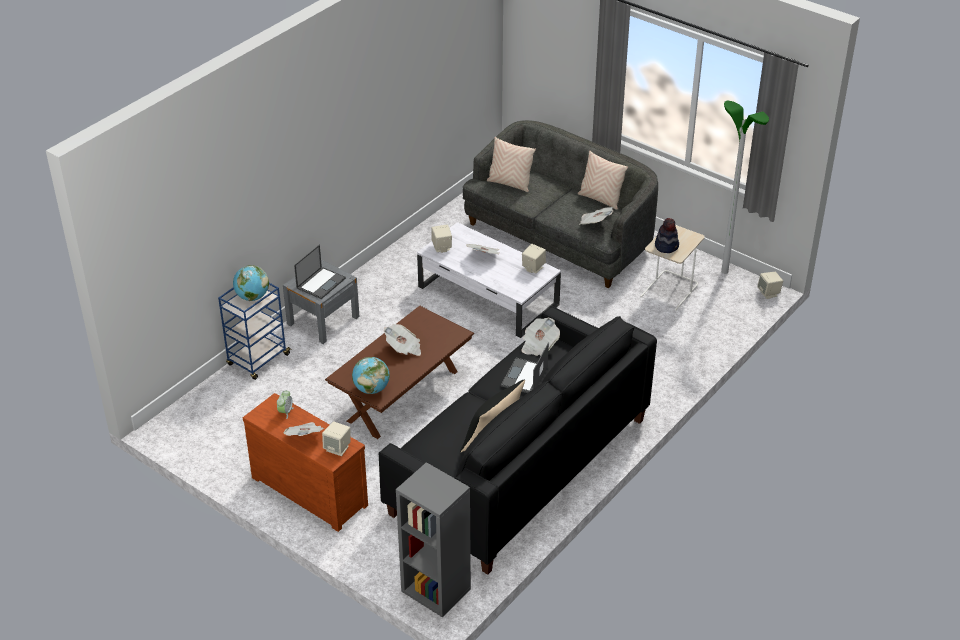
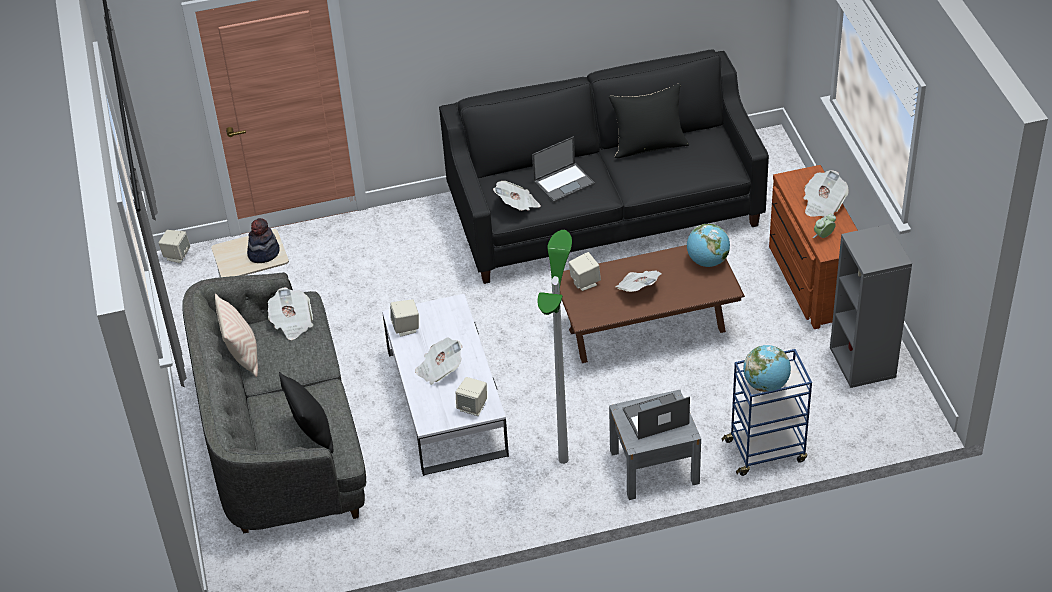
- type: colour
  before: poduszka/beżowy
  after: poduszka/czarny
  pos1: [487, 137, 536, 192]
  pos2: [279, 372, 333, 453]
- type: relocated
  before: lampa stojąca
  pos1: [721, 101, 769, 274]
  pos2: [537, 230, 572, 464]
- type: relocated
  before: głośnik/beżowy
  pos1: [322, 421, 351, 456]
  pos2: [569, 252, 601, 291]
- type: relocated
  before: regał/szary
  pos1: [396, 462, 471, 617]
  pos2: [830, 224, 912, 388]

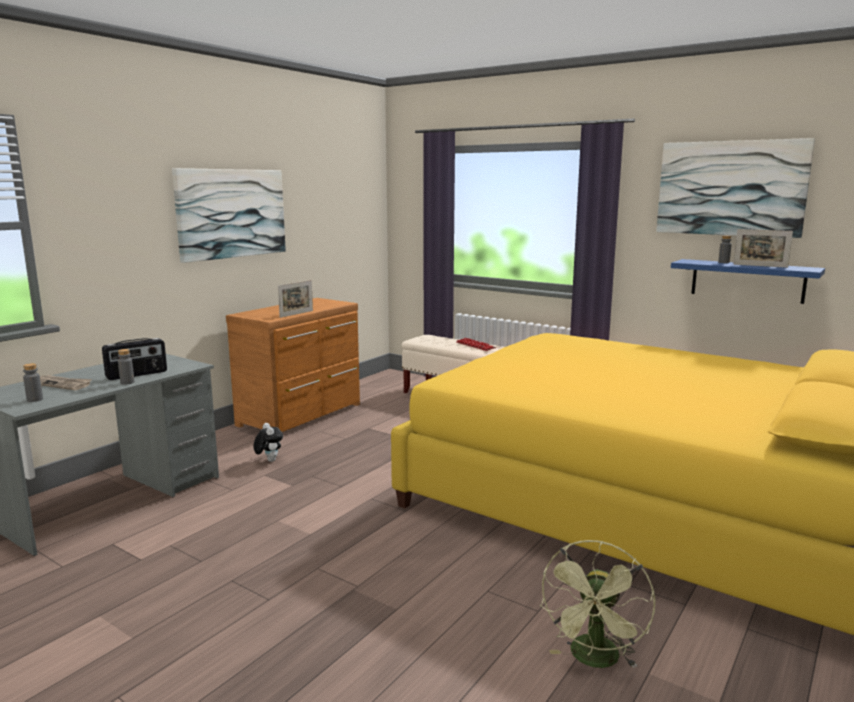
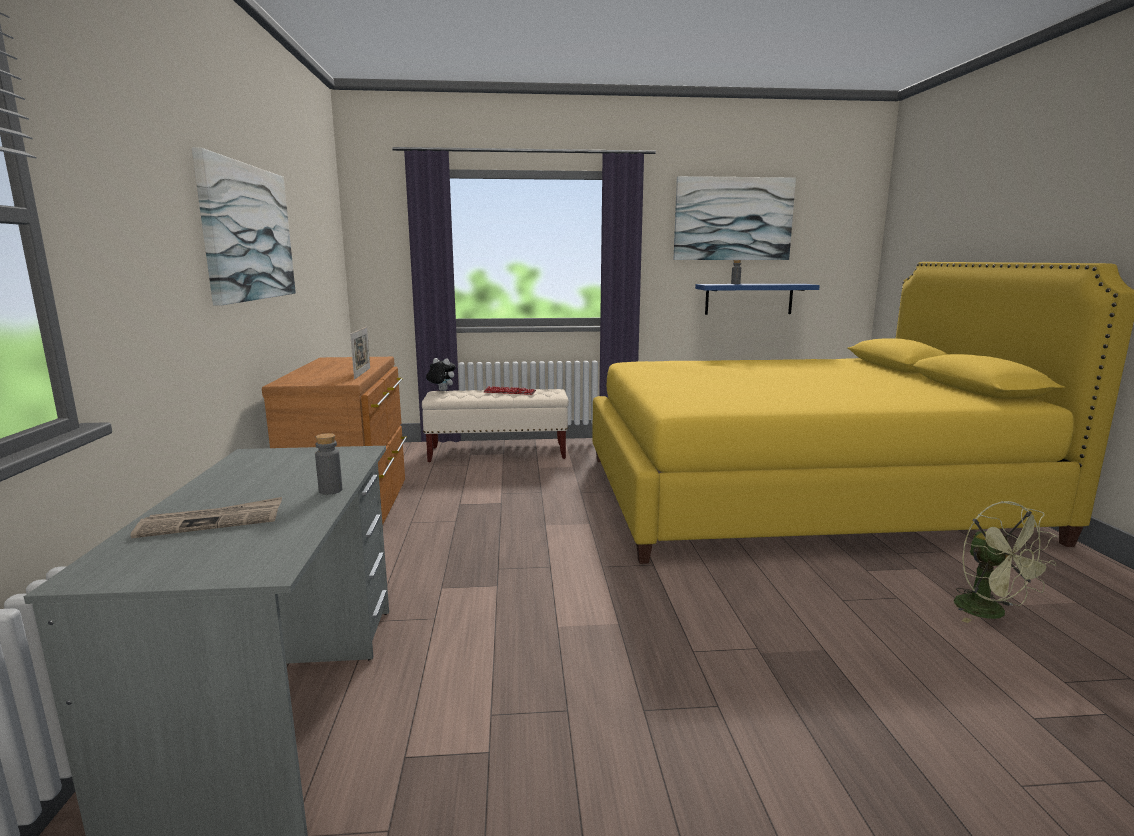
- type: relocated
  before: pluszak
  pos1: [253, 423, 283, 462]
  pos2: [426, 358, 456, 391]
- type: missing
  before: butelka/szary
  pos1: [23, 363, 43, 402]
- type: missing
  before: radio
  pos1: [102, 338, 167, 380]
- type: missing
  before: ramka na zdjęcie
  pos1: [733, 229, 793, 268]

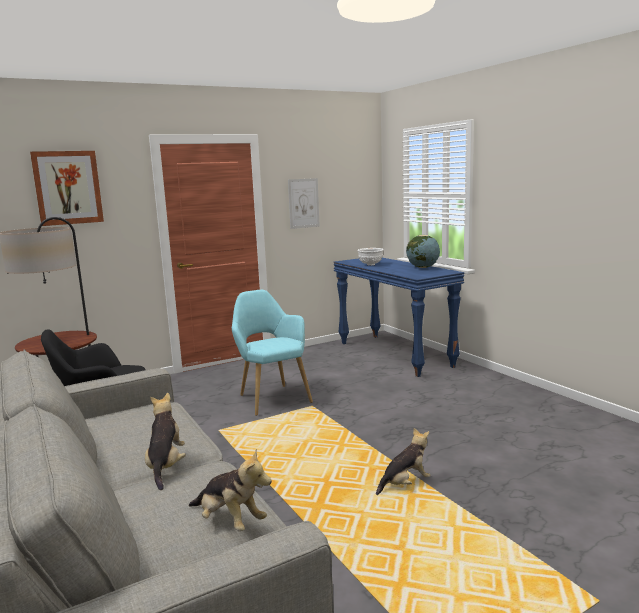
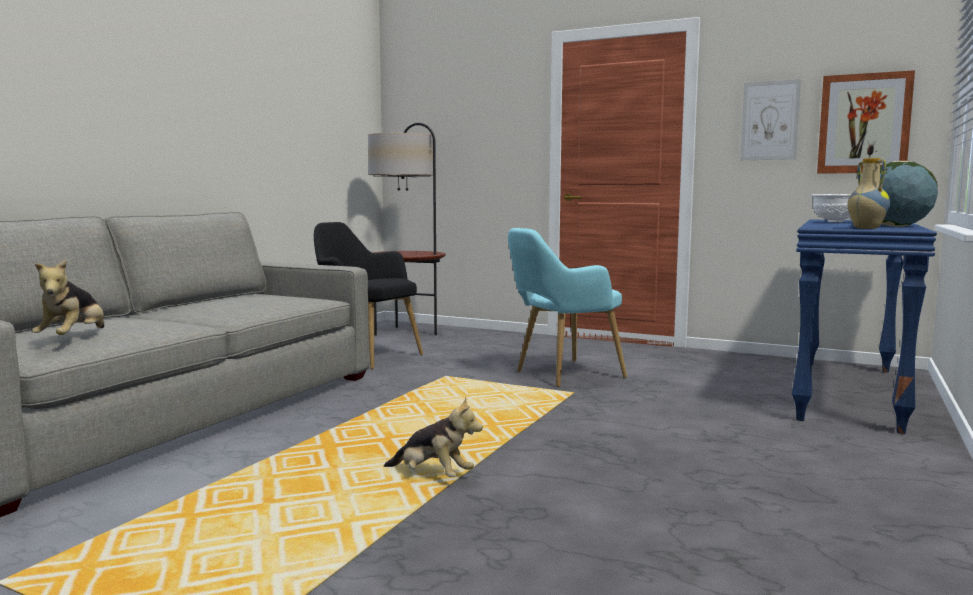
- type: spun
  before: fotel/turkusowy
  pos1: [232, 290, 313, 416]
  pos2: [508, 228, 627, 387]
  turn: -150
- type: relocated
  before: obraz
  pos1: [30, 151, 104, 226]
  pos2: [817, 70, 915, 174]
- type: appeared
  after: wazon
  pos2: [847, 158, 890, 229]
- type: missing
  before: pluszak
  pos1: [145, 393, 186, 490]

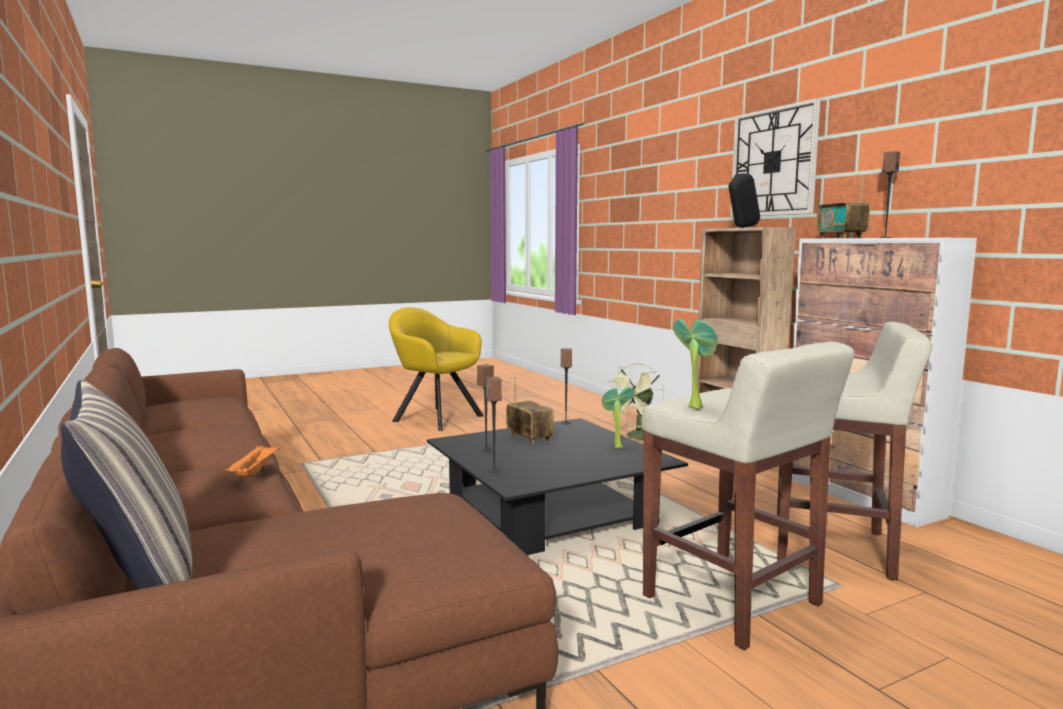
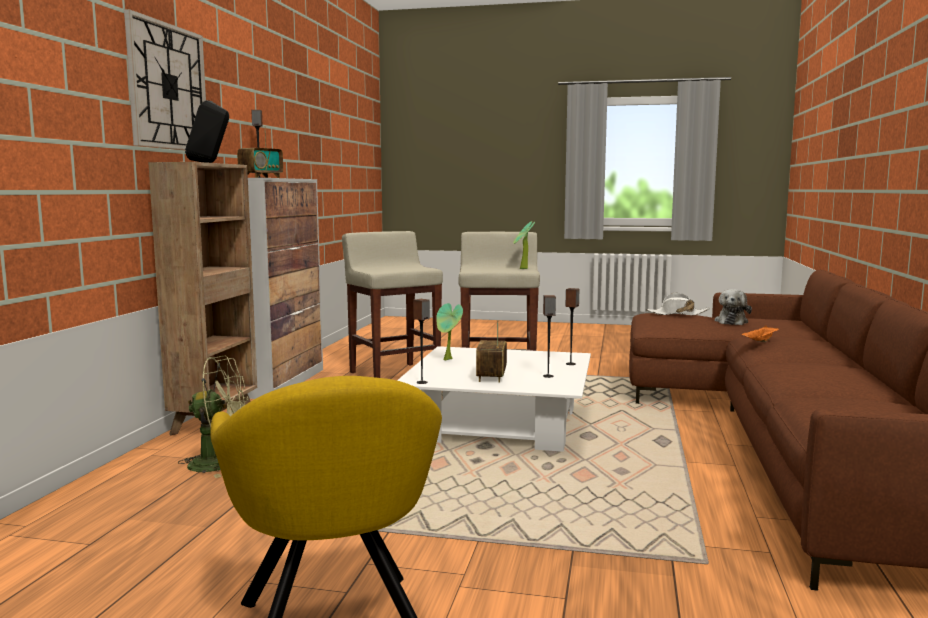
- type: colour
  before: ława/czarny
  after: ława/biały
  pos1: [427, 418, 688, 555]
  pos2: [397, 346, 591, 452]
- type: appeared
  after: kapelusz/biały
  pos2: [646, 293, 710, 316]
- type: appeared
  after: pluszak
  pos2: [715, 289, 752, 325]
- type: missing
  before: poduszka
  pos1: [61, 380, 192, 589]

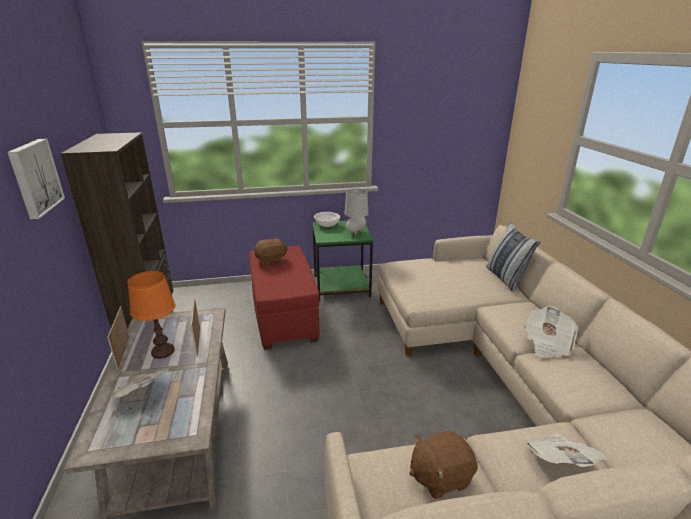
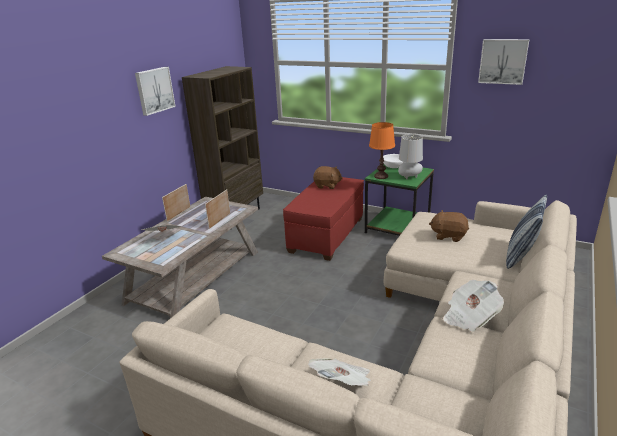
- type: relocated
  before: lampa stołowa/pomarańczowy
  pos1: [127, 271, 176, 359]
  pos2: [369, 122, 395, 179]
- type: relocated
  before: pluszak/brązowy
  pos1: [410, 430, 478, 499]
  pos2: [429, 210, 469, 242]
- type: appeared
  after: obraz
  pos2: [478, 39, 529, 85]

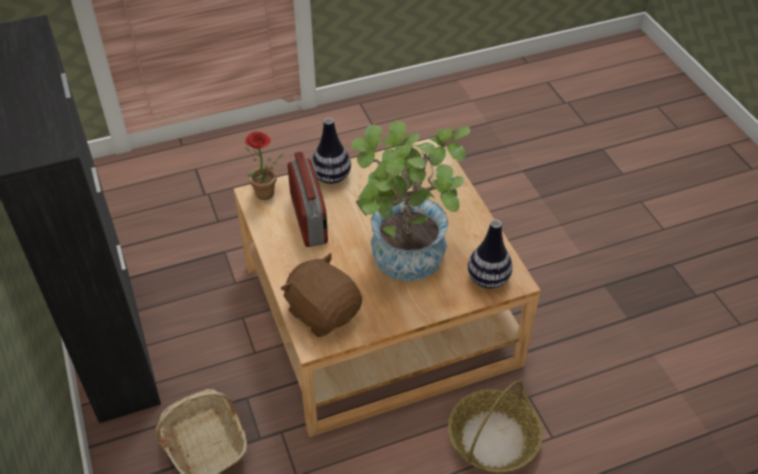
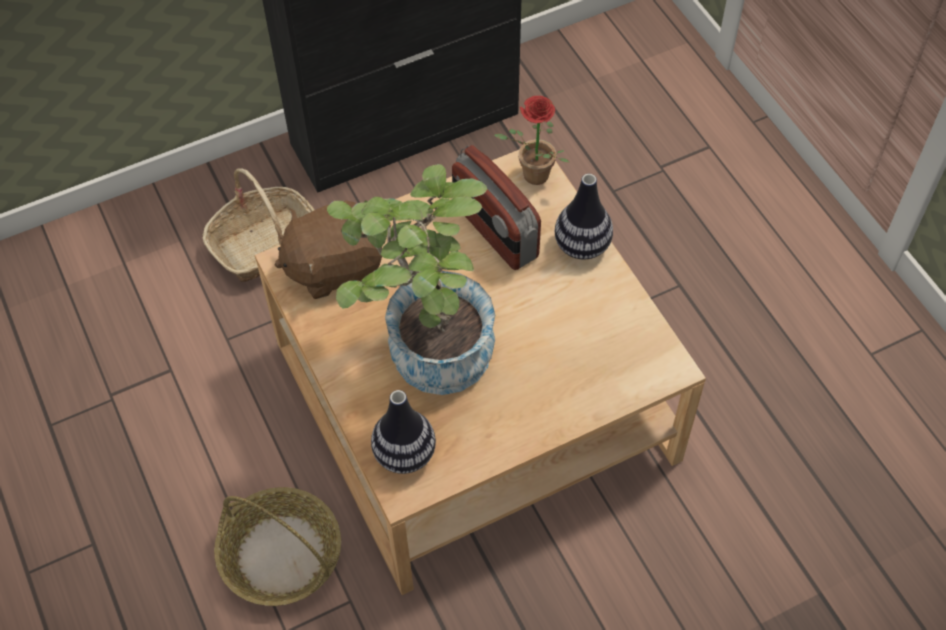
- type: spun
  before: pluszak/brązowy
  pos1: [281, 253, 362, 337]
  pos2: [275, 200, 382, 299]
  turn: -150
- type: spun
  before: radio
  pos1: [288, 151, 328, 247]
  pos2: [452, 145, 541, 270]
  turn: 75

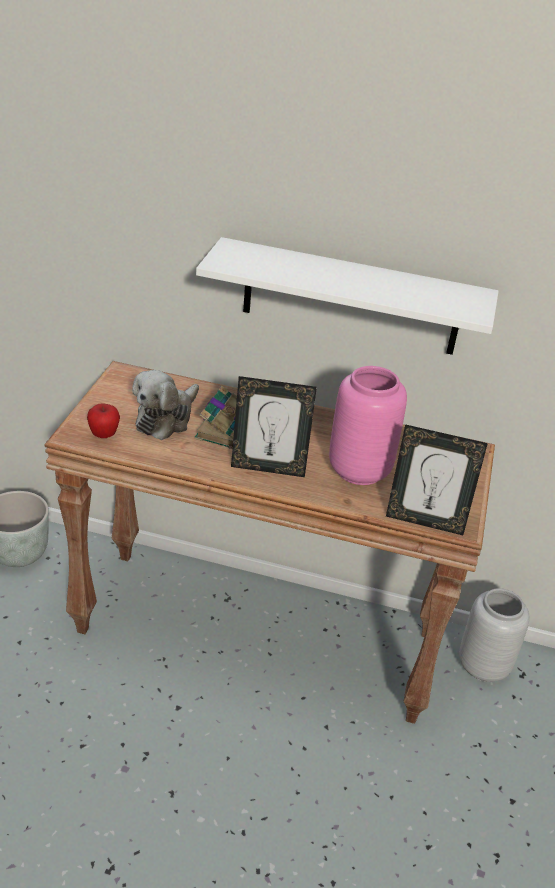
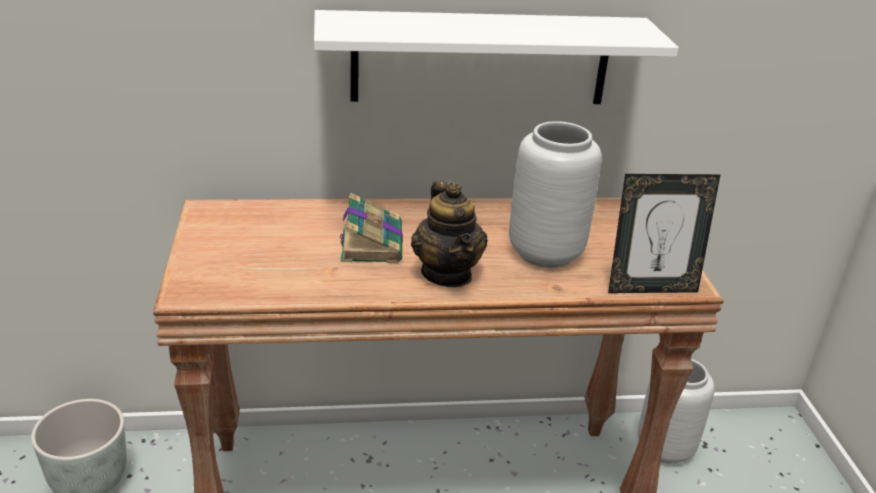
- type: exchanged
  before: ramka na zdjęcie
  after: imbryk
  pos1: [231, 376, 317, 477]
  pos2: [411, 180, 488, 287]
- type: colour
  before: wazon/różowy
  after: wazon/szary
  pos1: [329, 366, 407, 485]
  pos2: [509, 121, 601, 268]
- type: missing
  before: jabłko
  pos1: [87, 403, 120, 438]
- type: missing
  before: pluszak
  pos1: [132, 370, 199, 440]

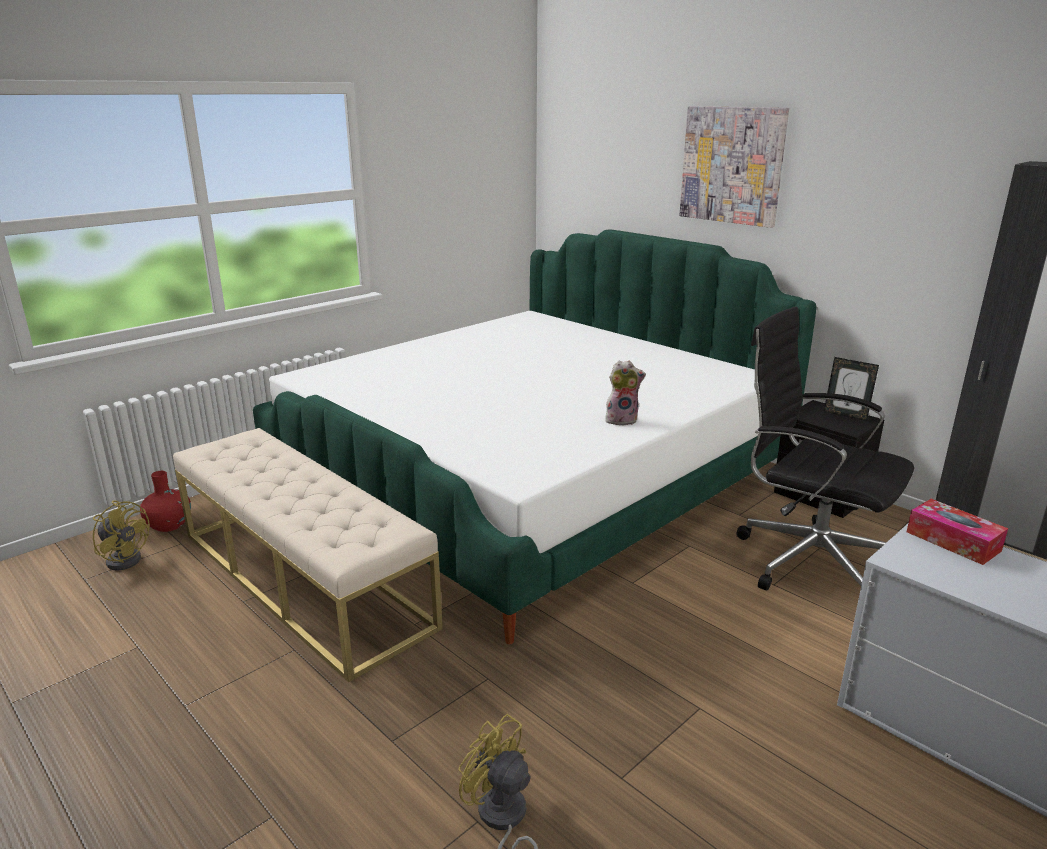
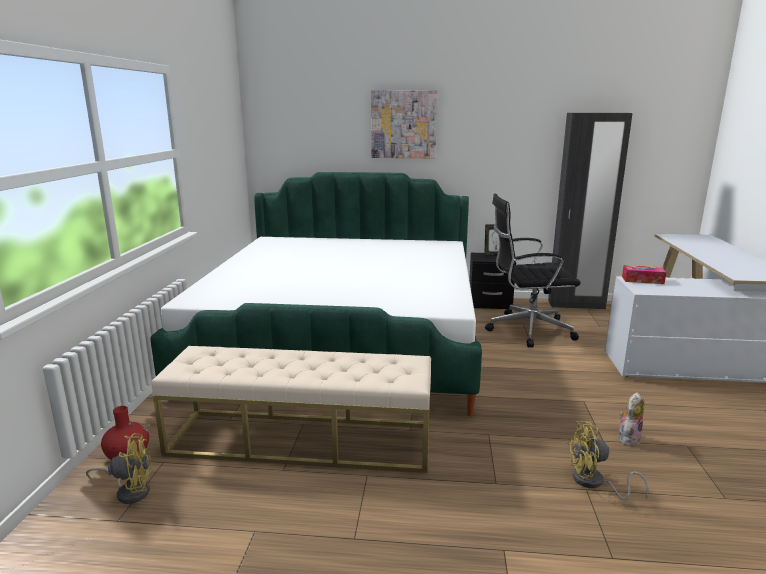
- type: relocated
  before: pluszak
  pos1: [605, 360, 646, 426]
  pos2: [619, 392, 644, 446]

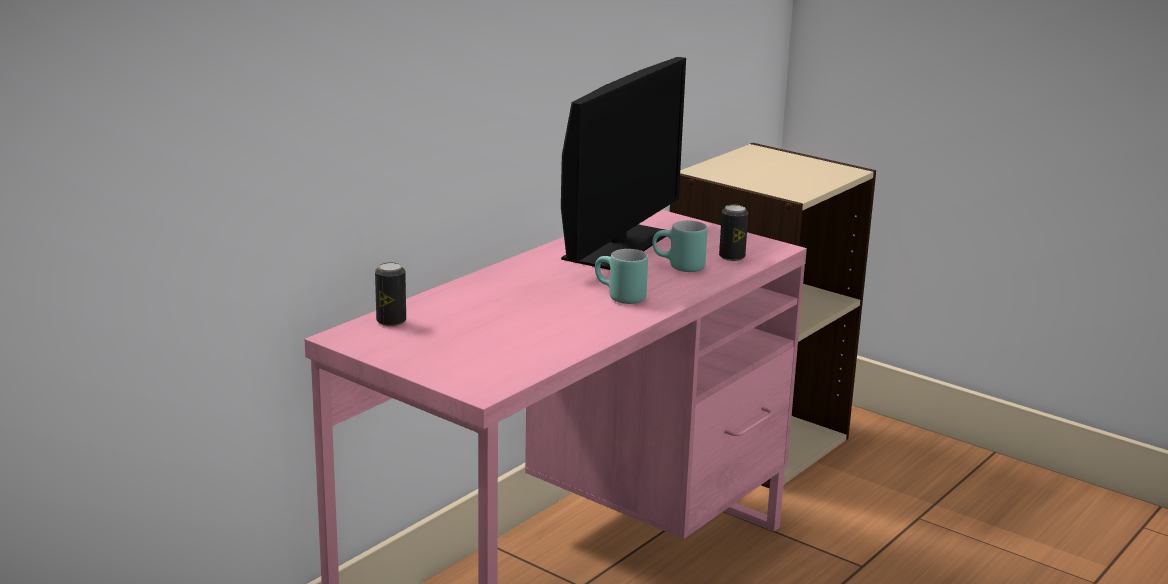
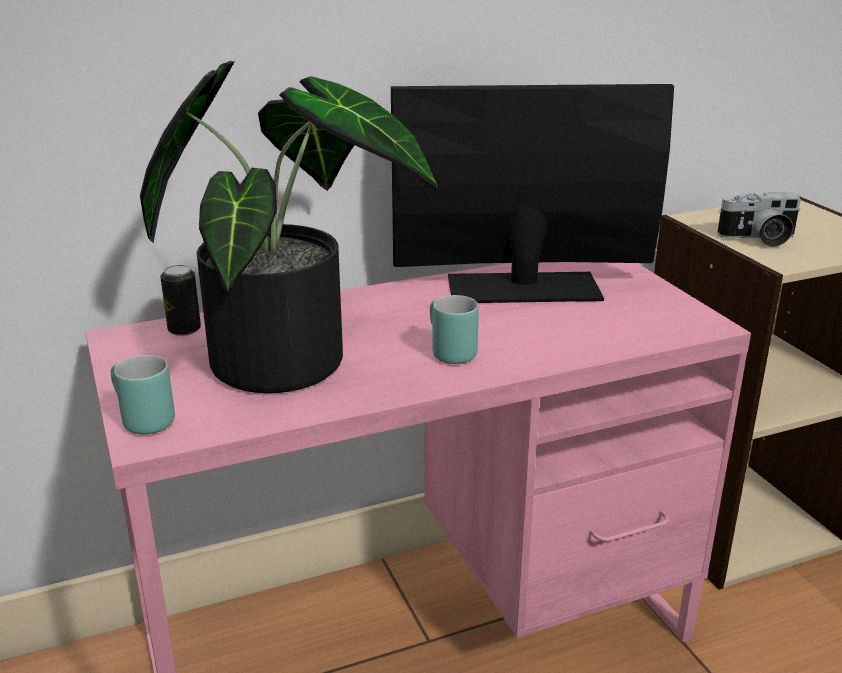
- type: relocated
  before: kubek/turkusowy
  pos1: [653, 220, 707, 272]
  pos2: [111, 355, 175, 435]
- type: appeared
  after: roślina doniczkowa
  pos2: [140, 61, 437, 393]
- type: spun
  before: monitor
  pos1: [561, 57, 686, 270]
  pos2: [391, 84, 674, 303]
  turn: -150
- type: appeared
  after: aparat fotograficzny
  pos2: [717, 192, 801, 247]
- type: missing
  before: puszka
  pos1: [719, 205, 748, 261]

